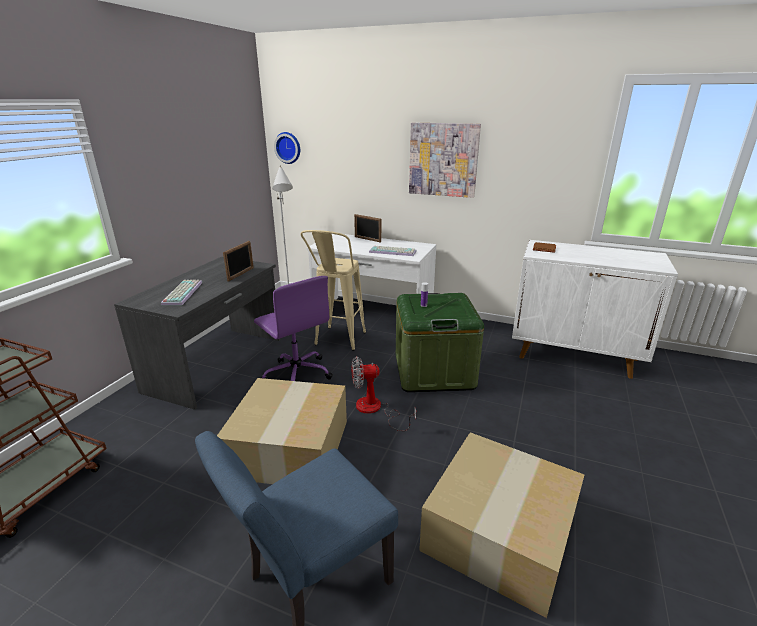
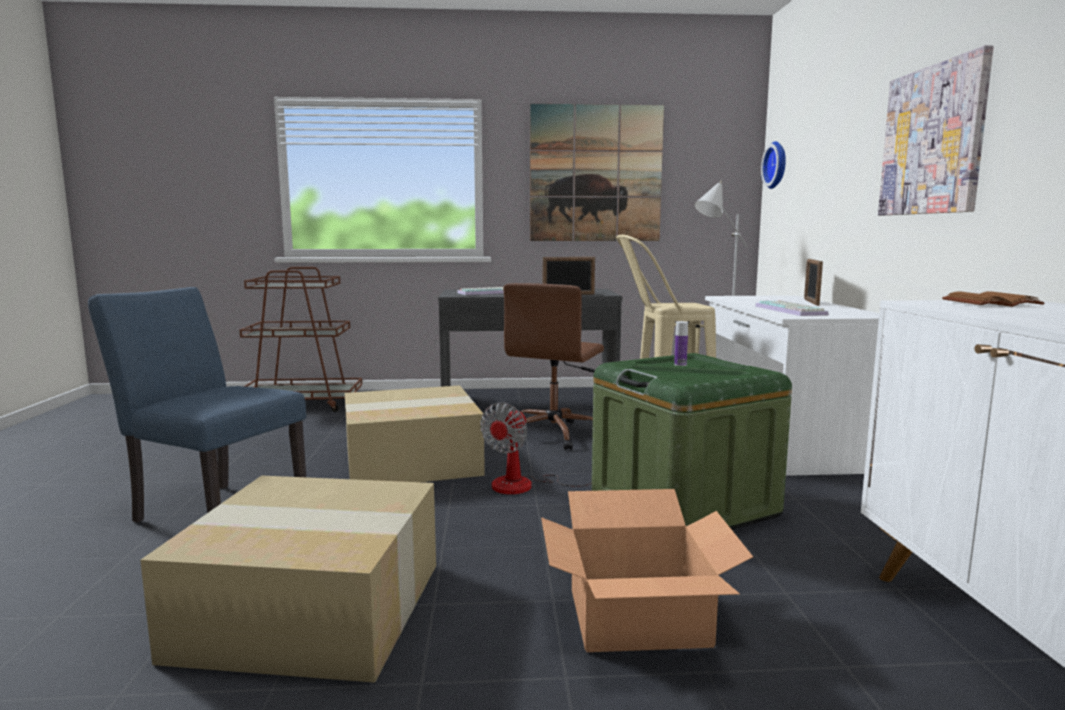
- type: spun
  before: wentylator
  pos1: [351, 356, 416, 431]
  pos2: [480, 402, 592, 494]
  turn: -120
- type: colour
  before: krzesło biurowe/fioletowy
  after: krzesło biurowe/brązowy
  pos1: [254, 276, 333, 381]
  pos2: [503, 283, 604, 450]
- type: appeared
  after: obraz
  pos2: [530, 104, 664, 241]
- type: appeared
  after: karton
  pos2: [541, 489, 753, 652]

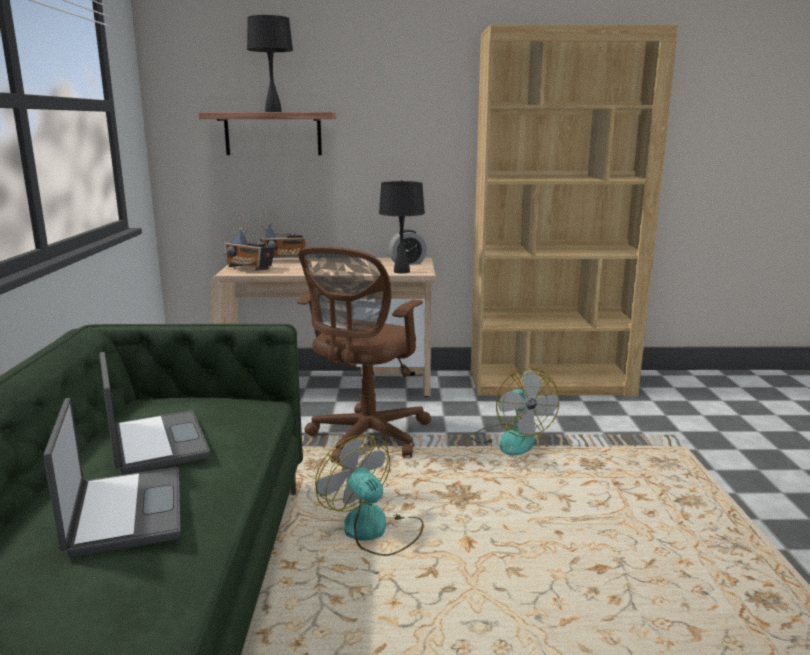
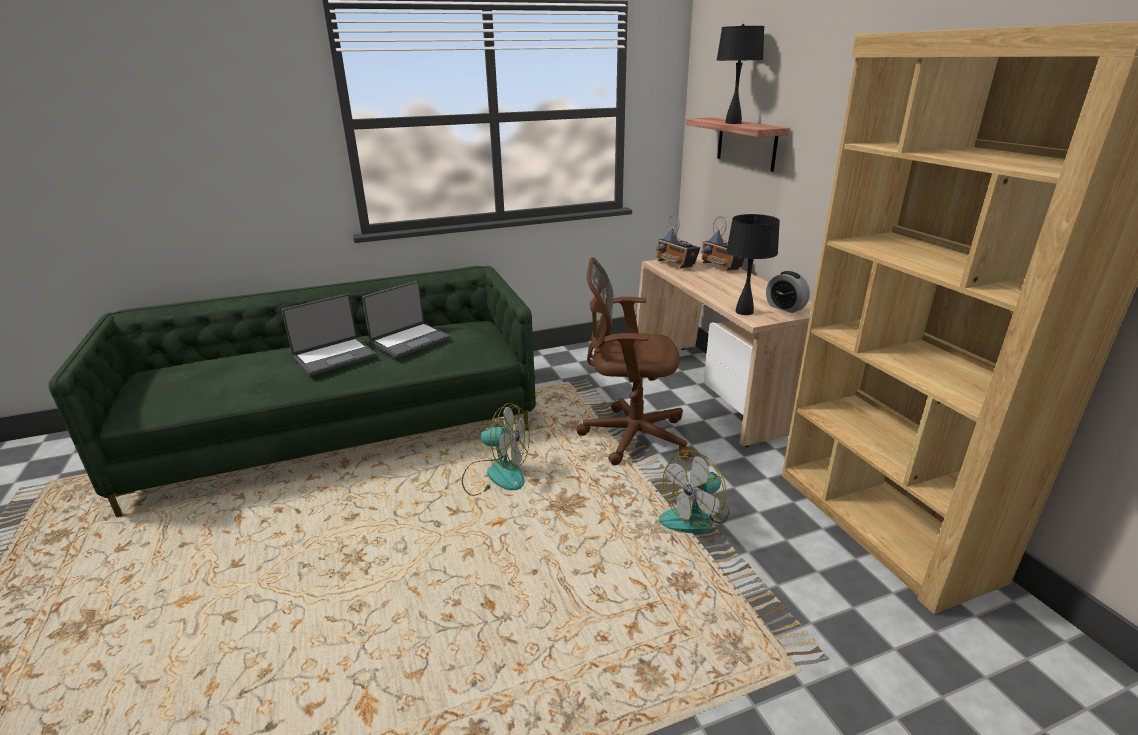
- type: spun
  before: wentylator
  pos1: [315, 435, 424, 556]
  pos2: [462, 403, 530, 496]
  turn: 75
- type: spun
  before: radio
  pos1: [224, 214, 275, 270]
  pos2: [656, 215, 700, 268]
  turn: -45

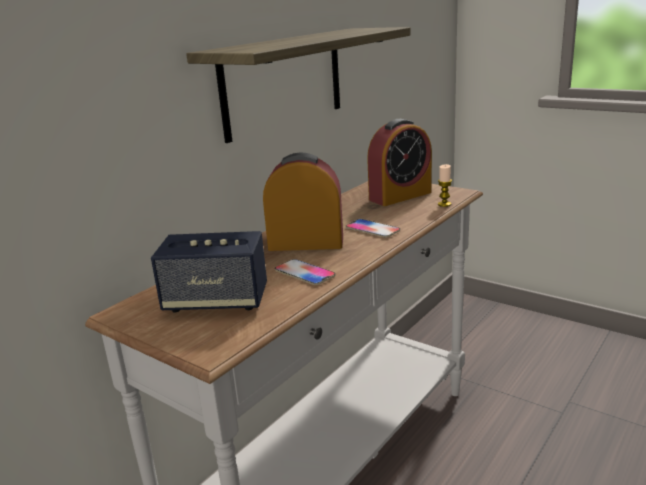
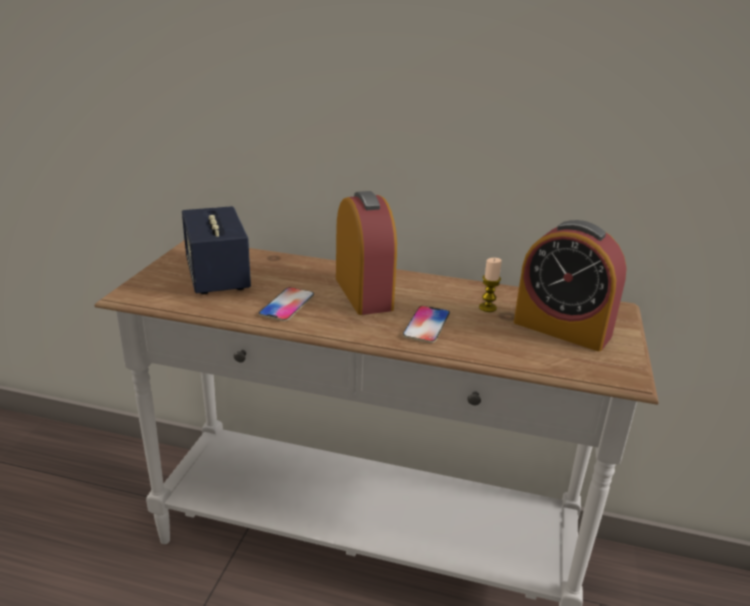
- type: relocated
  before: świeca
  pos1: [438, 164, 452, 207]
  pos2: [479, 258, 502, 312]
- type: missing
  before: półka
  pos1: [186, 27, 410, 143]

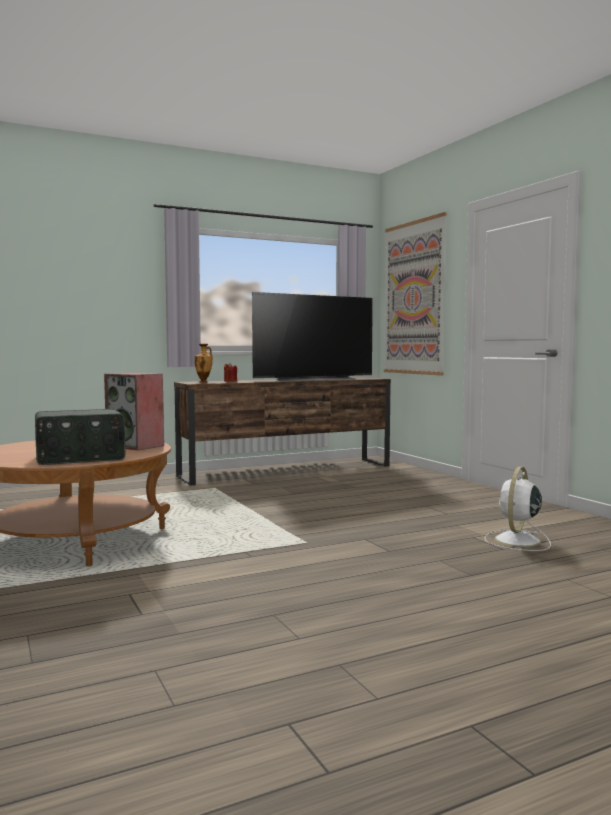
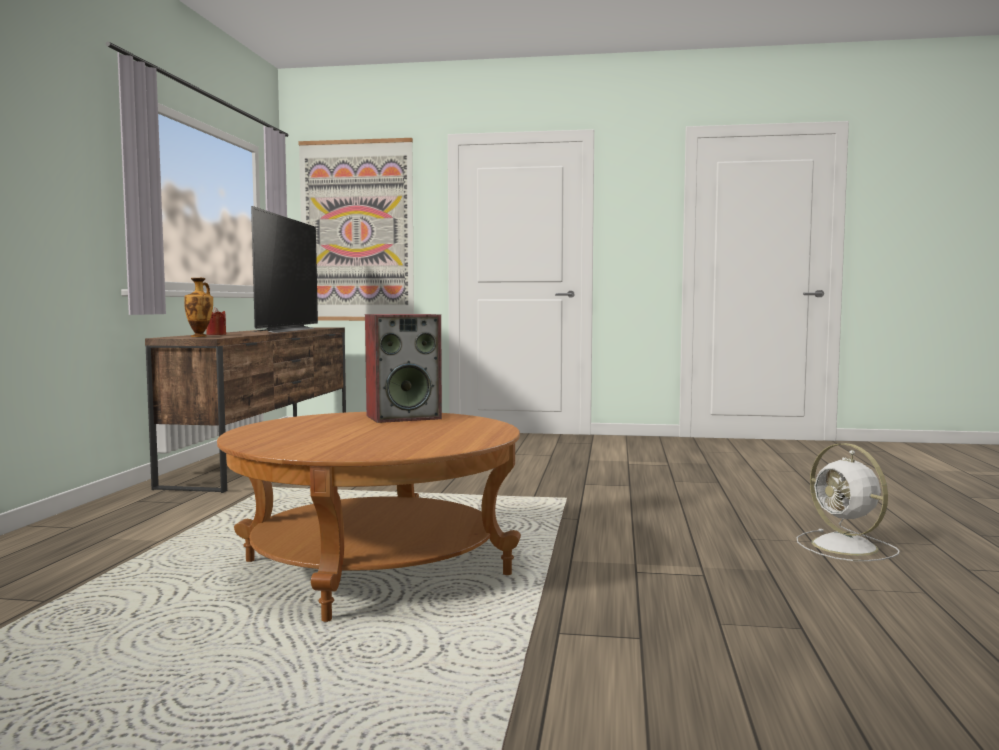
- type: relocated
  before: wentylator/biały
  pos1: [485, 467, 551, 551]
  pos2: [797, 443, 900, 561]
- type: missing
  before: radio
  pos1: [35, 409, 125, 465]

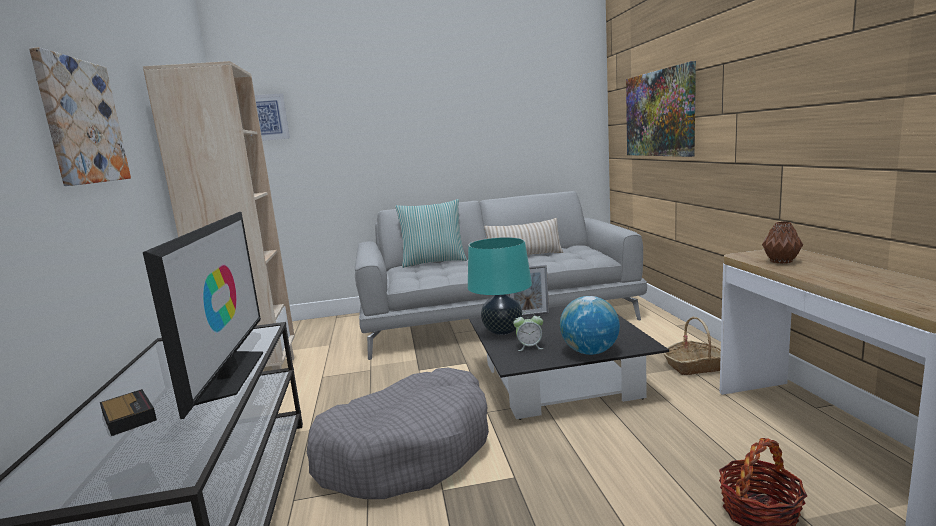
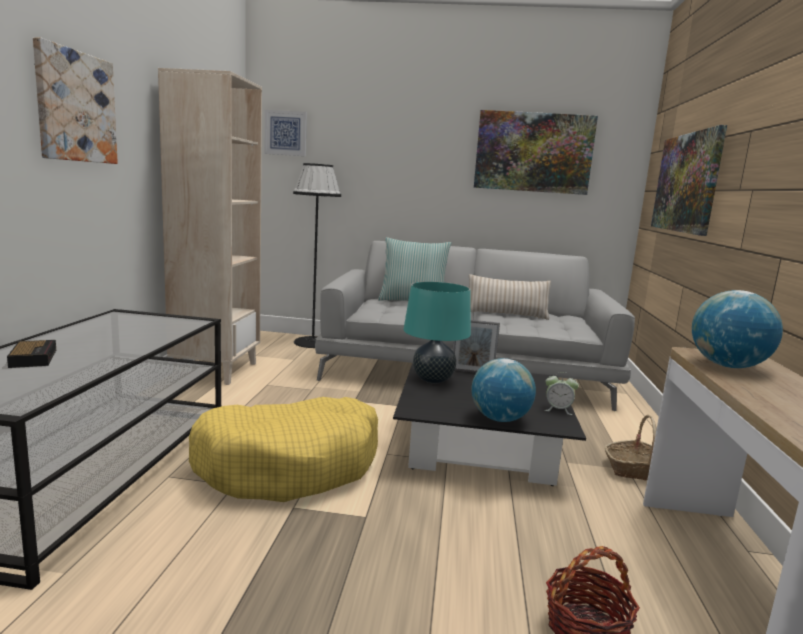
- type: colour
  before: legowisko/szary
  after: legowisko/żółty
  pos1: [307, 368, 489, 499]
  pos2: [189, 397, 378, 502]
- type: appeared
  after: lampa stojąca/czarny
  pos2: [293, 163, 341, 348]
- type: appeared
  after: obraz
  pos2: [474, 110, 598, 195]
- type: relocated
  before: budzik
  pos1: [513, 312, 543, 351]
  pos2: [545, 372, 579, 415]
- type: exchanged
  before: wazon/brązowy
  after: globus
  pos1: [762, 221, 803, 264]
  pos2: [692, 290, 783, 368]
- type: missing
  before: telewizor
  pos1: [143, 212, 263, 419]

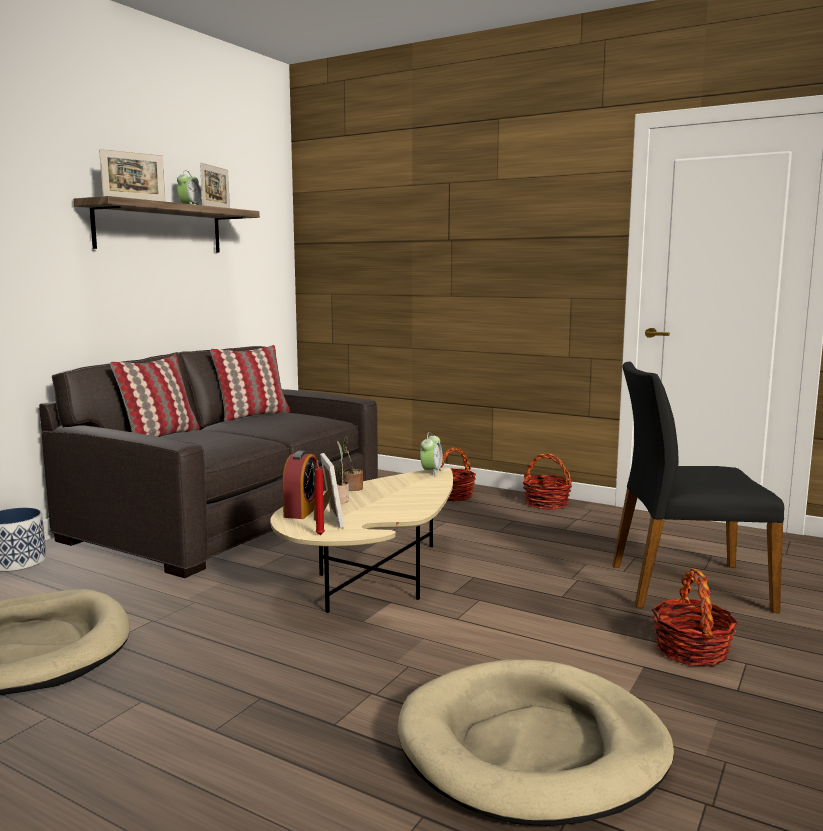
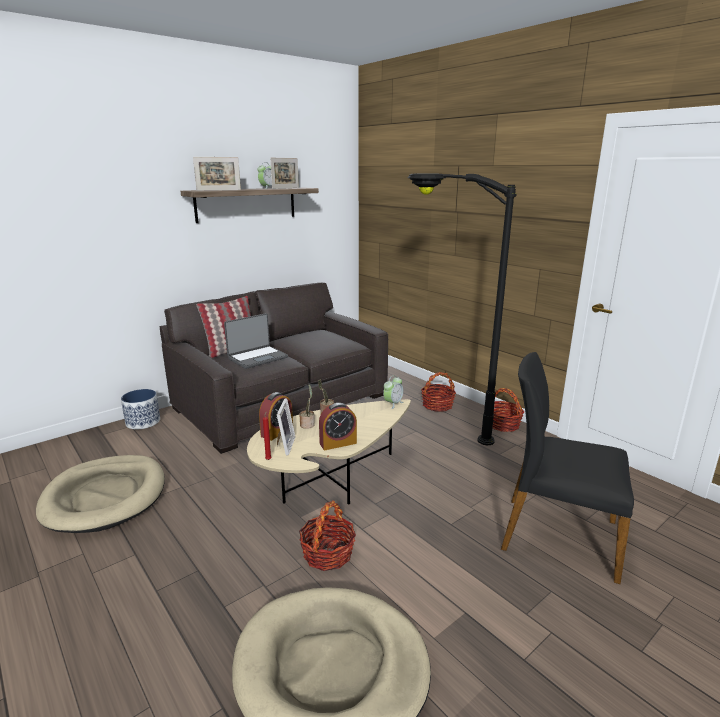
- type: appeared
  after: laptop
  pos2: [224, 313, 288, 369]
- type: relocated
  before: koszyk
  pos1: [651, 568, 738, 667]
  pos2: [299, 500, 356, 571]
- type: appeared
  after: budzik
  pos2: [319, 403, 357, 450]
- type: appeared
  after: lampa stojąca/czarny
  pos2: [407, 173, 517, 445]
- type: missing
  before: poduszka
  pos1: [210, 345, 290, 421]

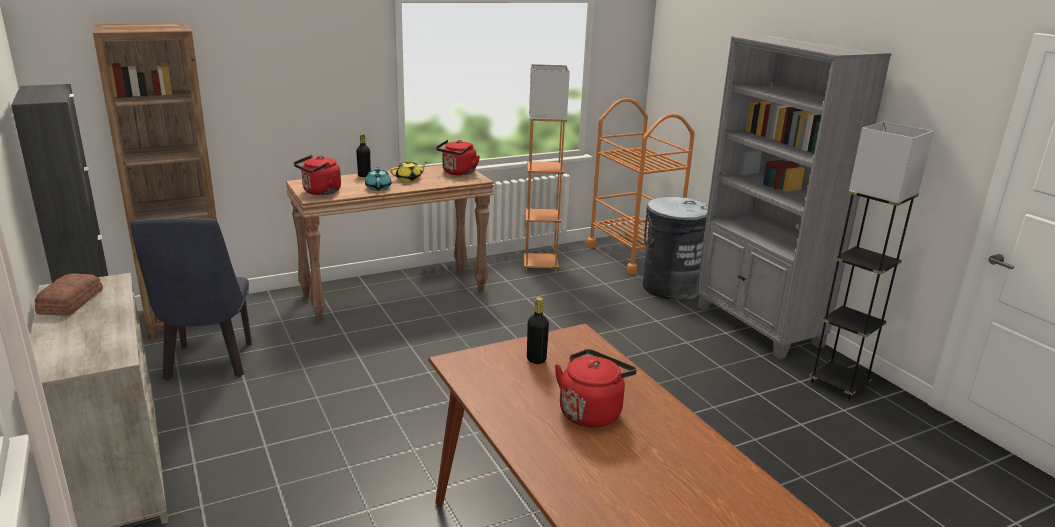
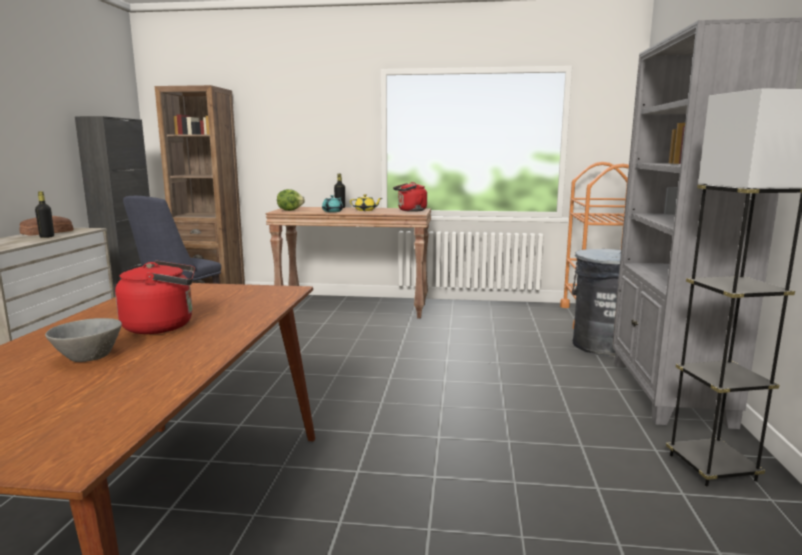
- type: relocated
  before: butelka/czarny
  pos1: [527, 297, 549, 364]
  pos2: [35, 191, 54, 238]
- type: appeared
  after: miska/szary
  pos2: [45, 318, 122, 362]
- type: exchanged
  before: czajnik/czerwony
  after: sałata
  pos1: [294, 155, 341, 195]
  pos2: [277, 189, 305, 211]
- type: missing
  before: lampa stojąca/pomarańczowy
  pos1: [523, 64, 570, 273]

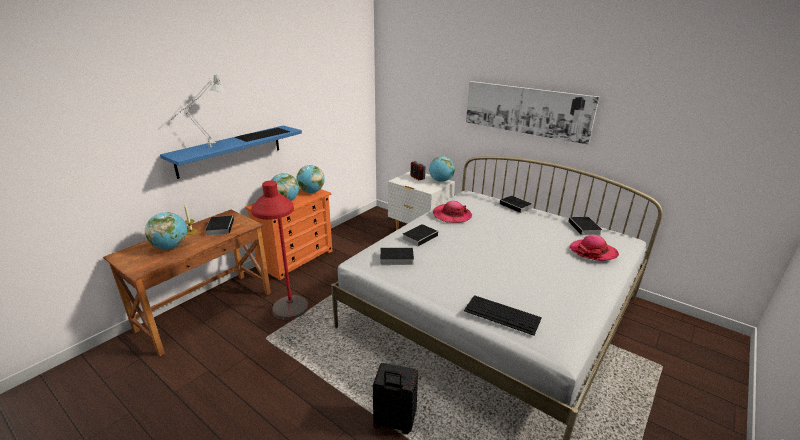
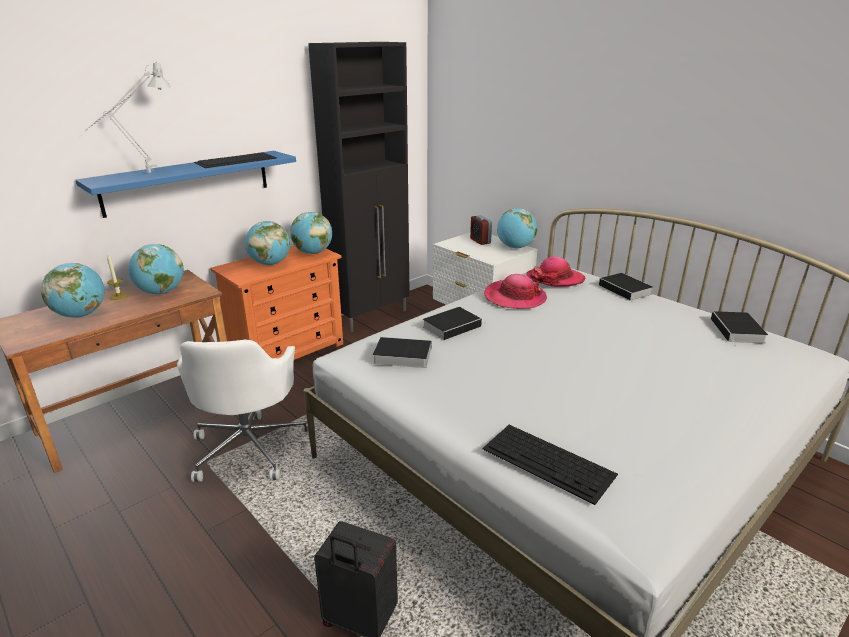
- type: exchanged
  before: książka
  after: globus
  pos1: [205, 216, 234, 236]
  pos2: [128, 244, 183, 294]
- type: exchanged
  before: lampa stojąca/czerwony
  after: krzesło biurowe/biały
  pos1: [251, 180, 309, 320]
  pos2: [177, 340, 308, 482]
- type: appeared
  after: szafka/czarny
  pos2: [308, 42, 410, 332]
- type: relocated
  before: kapelusz
  pos1: [570, 235, 619, 261]
  pos2: [526, 256, 585, 287]
- type: missing
  before: obraz
  pos1: [466, 81, 599, 145]

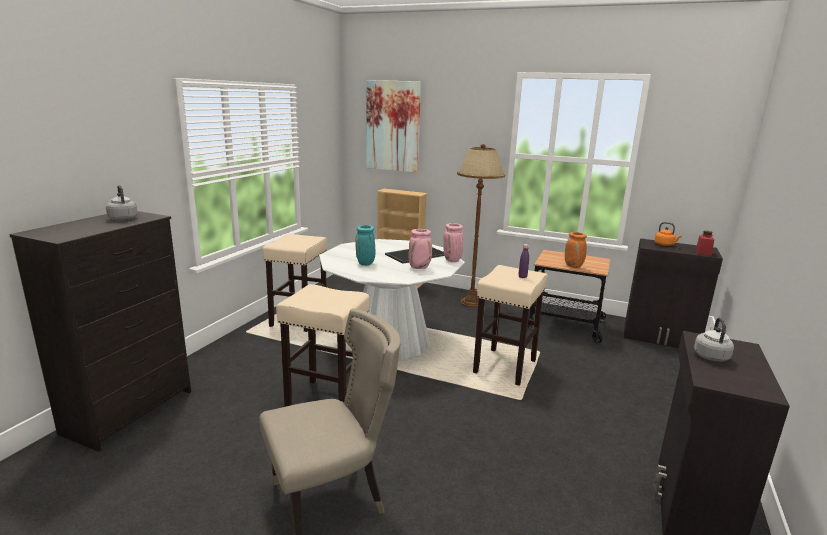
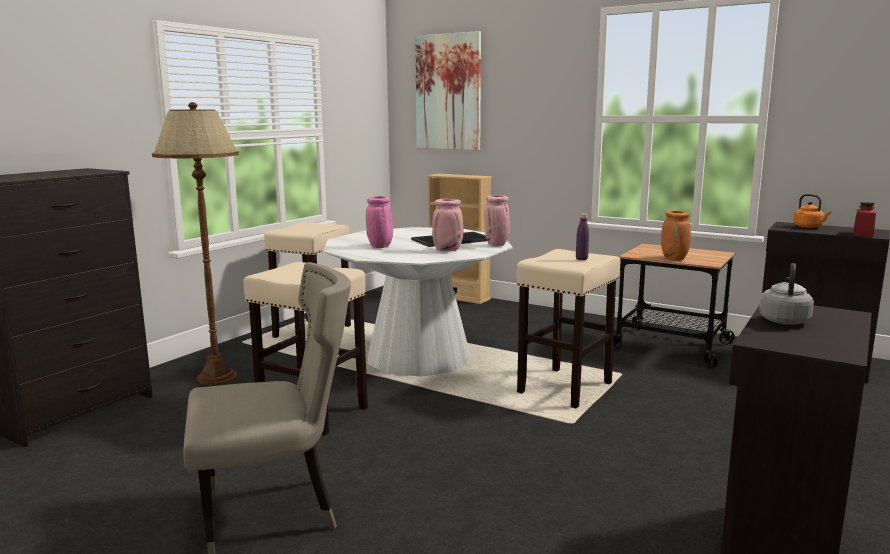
- type: relocated
  before: lampa stojąca/brązowy
  pos1: [457, 144, 505, 307]
  pos2: [152, 102, 239, 385]
- type: colour
  before: wazon/turkusowy
  after: wazon/różowy
  pos1: [356, 225, 376, 266]
  pos2: [366, 196, 393, 248]
- type: missing
  before: czajnik/szary
  pos1: [106, 185, 138, 220]

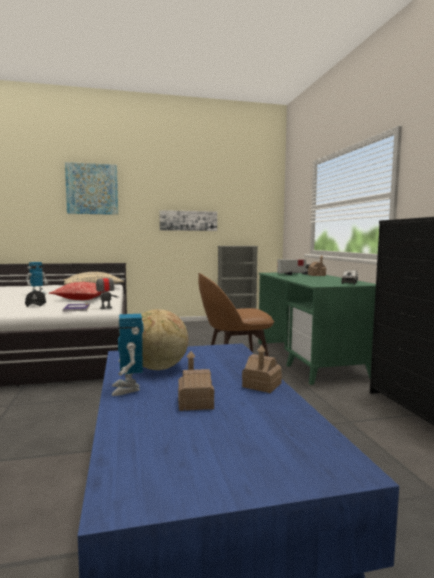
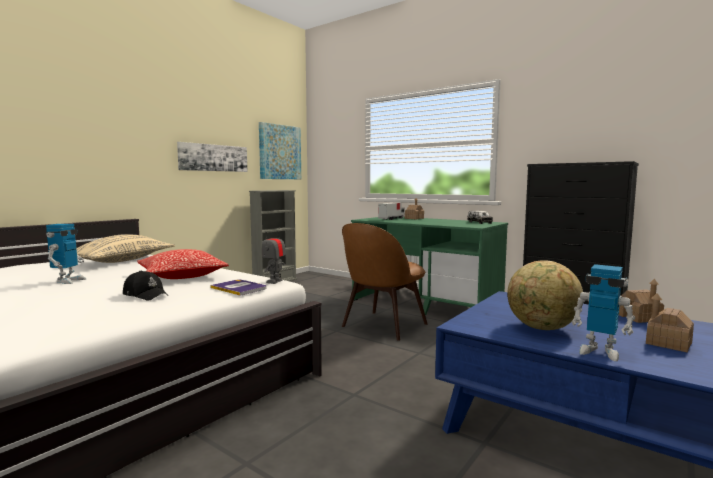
- type: relocated
  before: obraz
  pos1: [65, 162, 118, 215]
  pos2: [259, 122, 301, 179]

